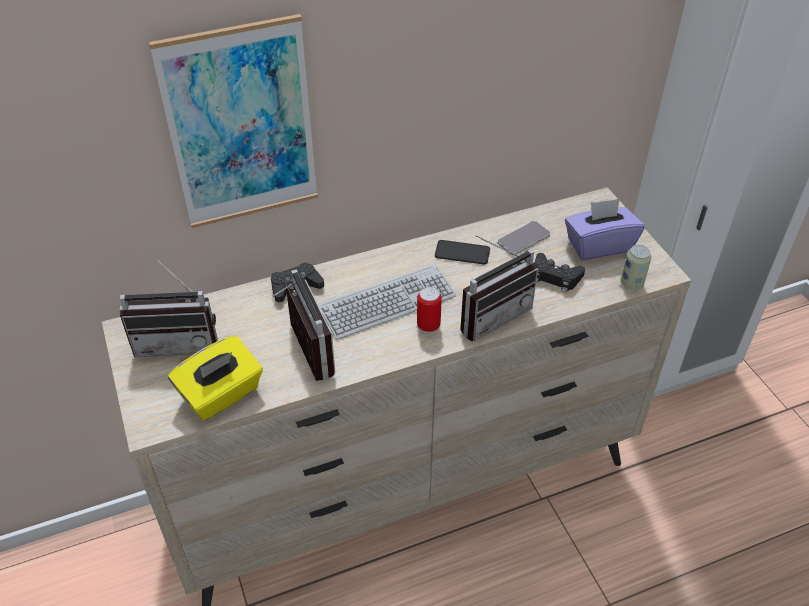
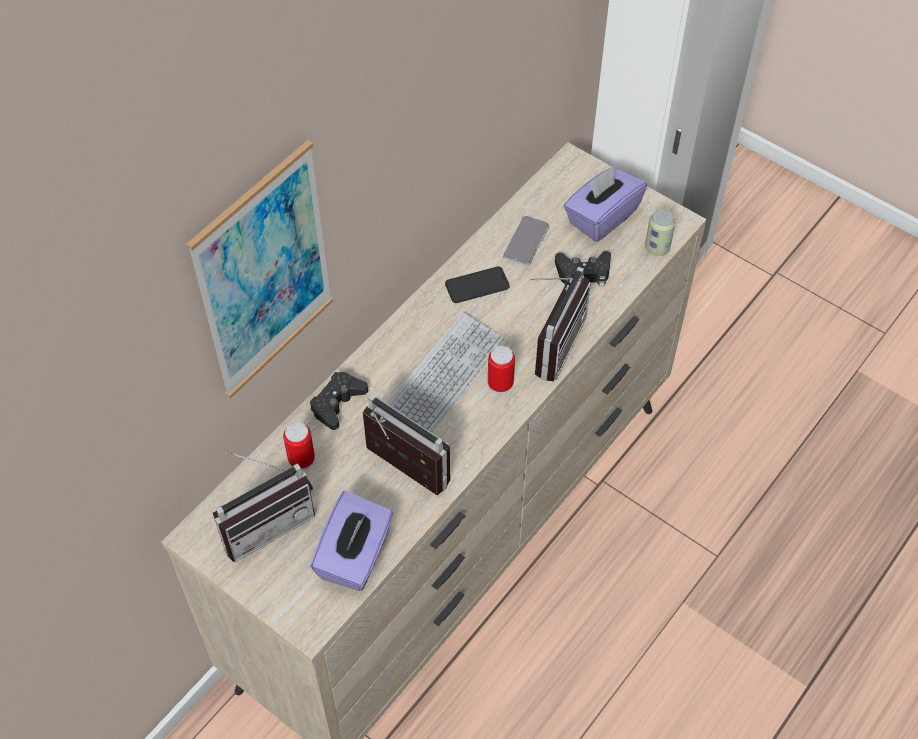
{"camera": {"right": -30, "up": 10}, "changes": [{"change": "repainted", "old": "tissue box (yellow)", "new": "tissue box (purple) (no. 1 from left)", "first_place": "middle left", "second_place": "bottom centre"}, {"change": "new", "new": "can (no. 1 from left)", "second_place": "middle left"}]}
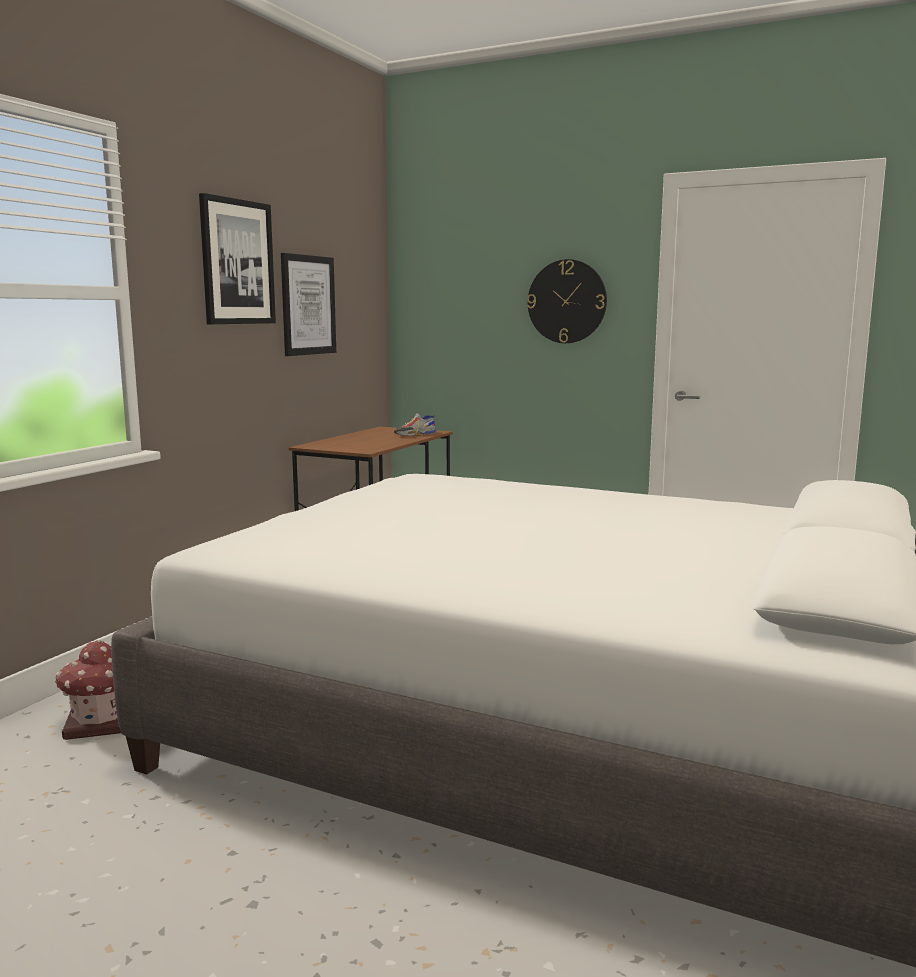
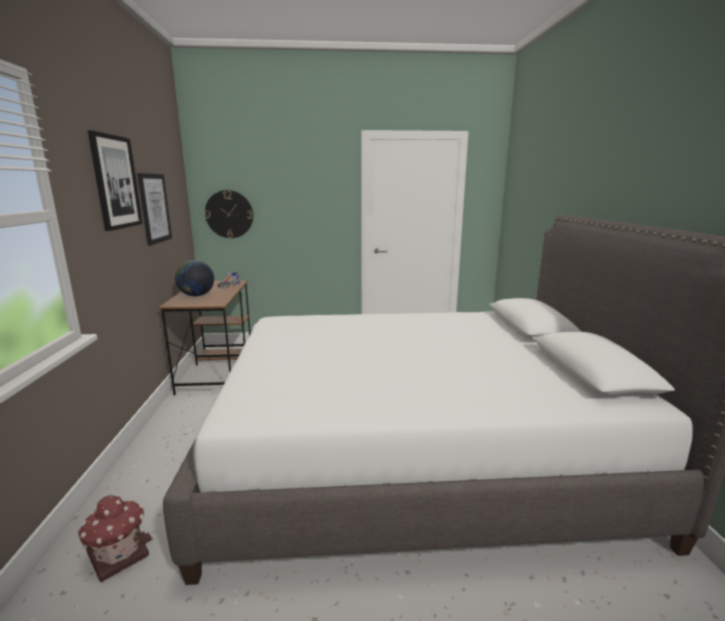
{"camera": {"right": -30, "up": 5}, "changes": [{"change": "shifted", "old": "wall clock", "first_place": "top centre", "second_place": "middle left"}, {"change": "new", "new": "globe", "second_place": "middle left"}]}
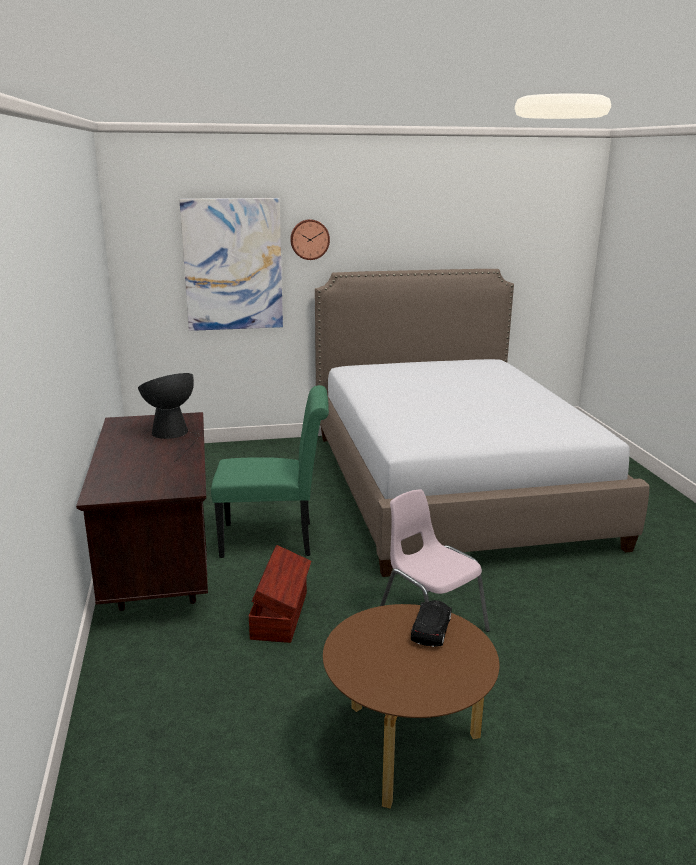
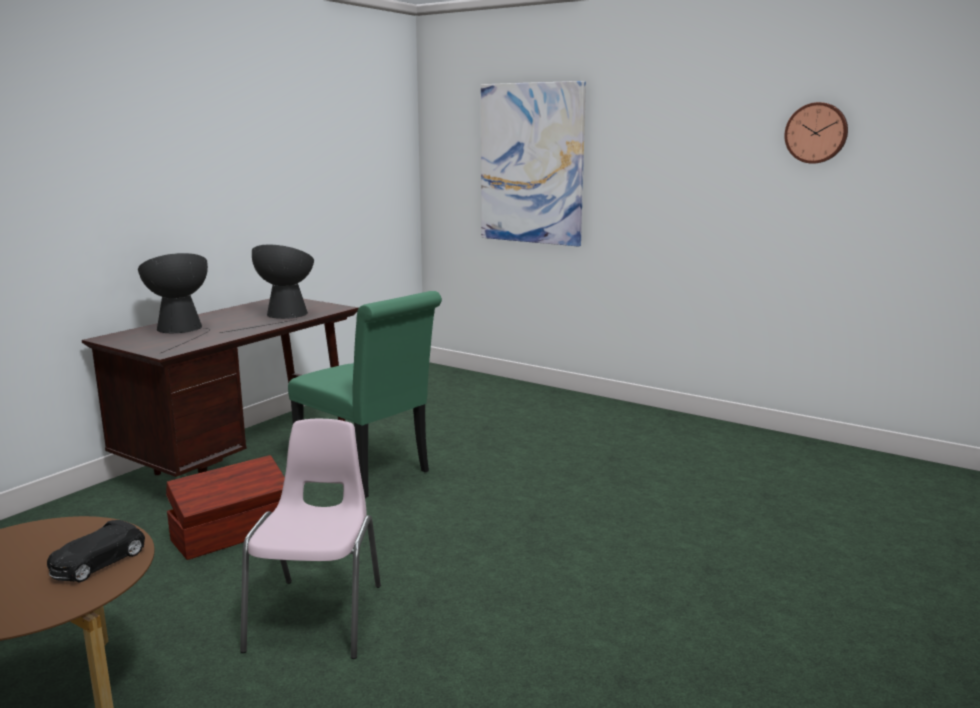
{"camera": {"right": 45, "up": -5}, "changes": [{"change": "shifted", "old": "wall clock", "first_place": "top centre", "second_place": "top right"}, {"change": "gone", "old": "bed", "first_place": "middle right"}, {"change": "rotated", "old": "toy car (black)", "first_place": "bottom centre", "second_place": "bottom left", "degrees": 150}, {"change": "new", "new": "table lamp (no. 1 from left)", "second_place": "middle left"}]}
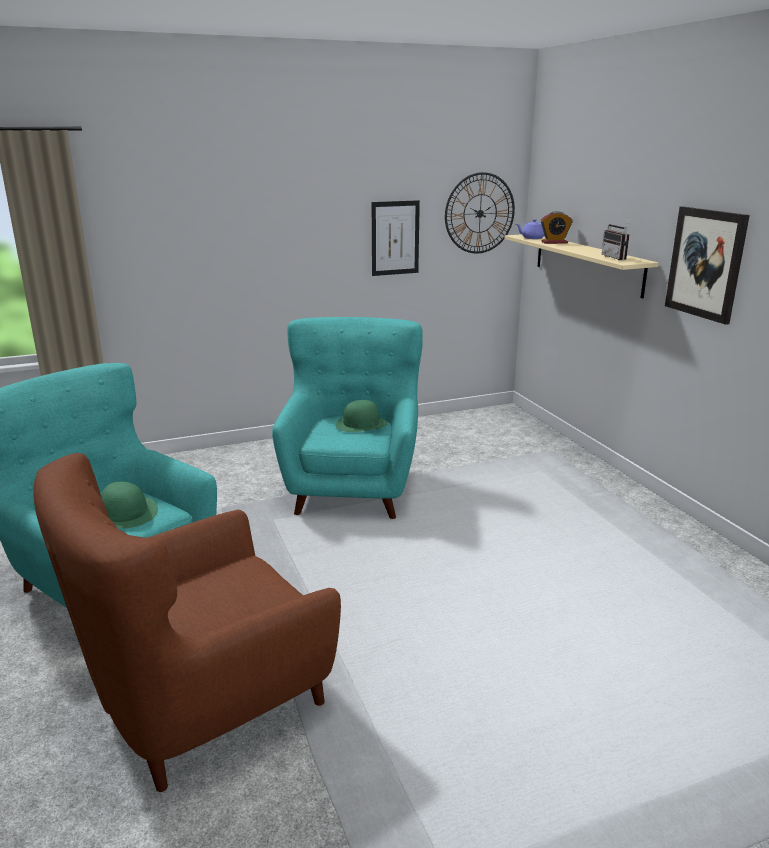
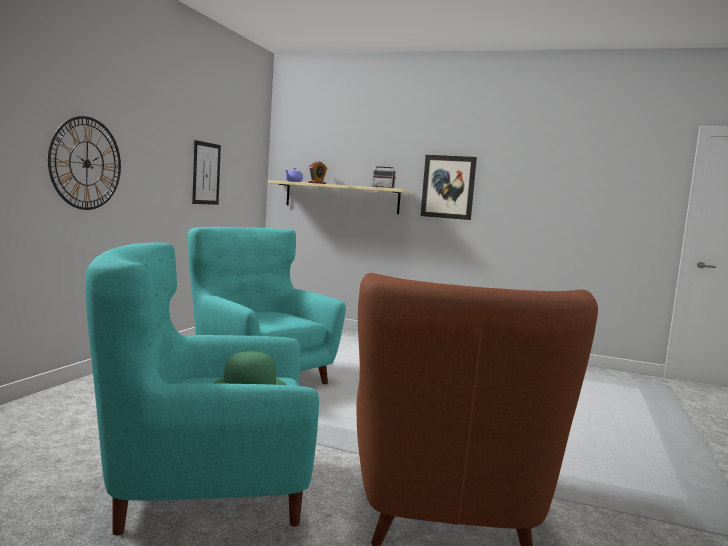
{"camera": {"right": -50, "up": -15}, "changes": [{"change": "shifted", "old": "wall clock", "first_place": "top centre", "second_place": "top left"}, {"change": "gone", "old": "hat (green) (no. 2 from left)", "first_place": "centre"}]}
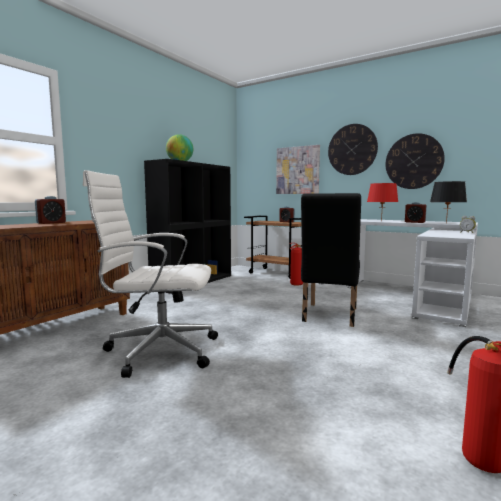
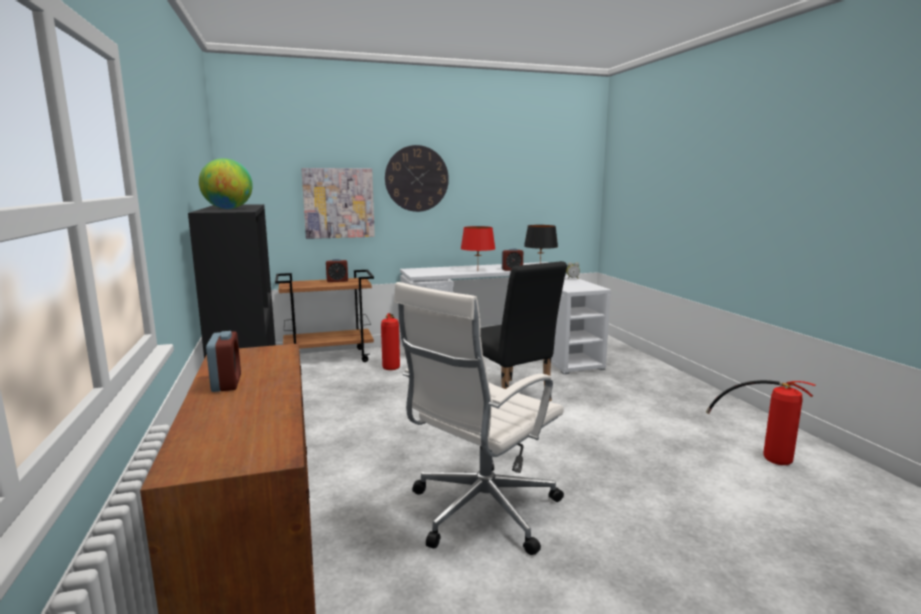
{"camera": {"right": -50, "up": 5}, "changes": [{"change": "gone", "old": "wall clock (no. 2 from left)", "first_place": "top right"}]}
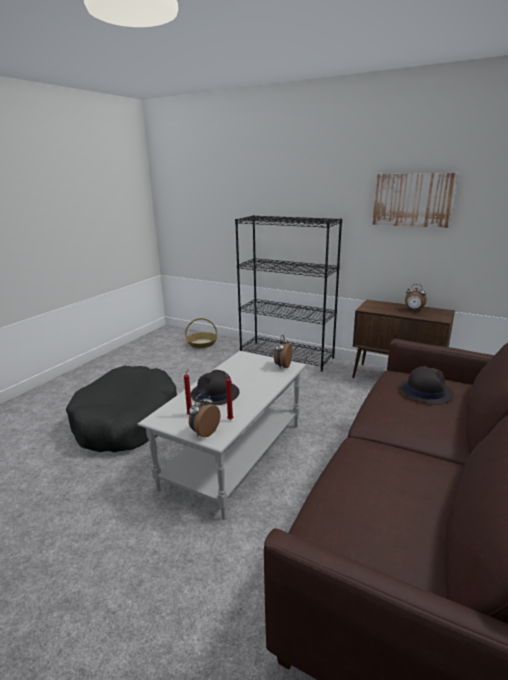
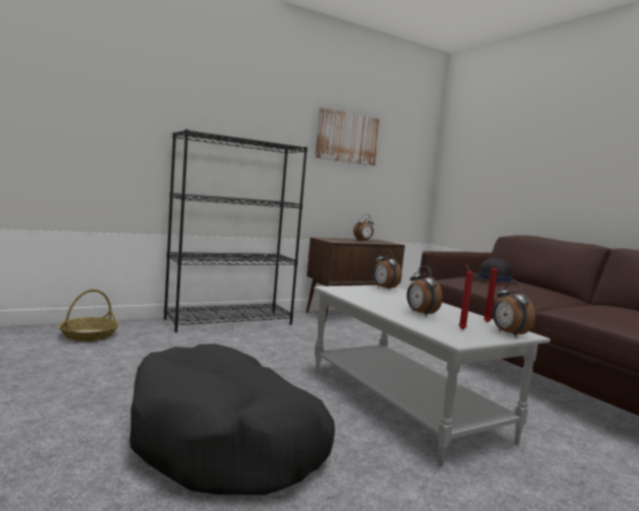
{"camera": {"right": -60, "up": -15}, "changes": [{"change": "swapped", "old": "hat (black) (no. 1 from left)", "new": "alarm clock (no. 3 from left)", "first_place": "centre", "second_place": "centre"}]}
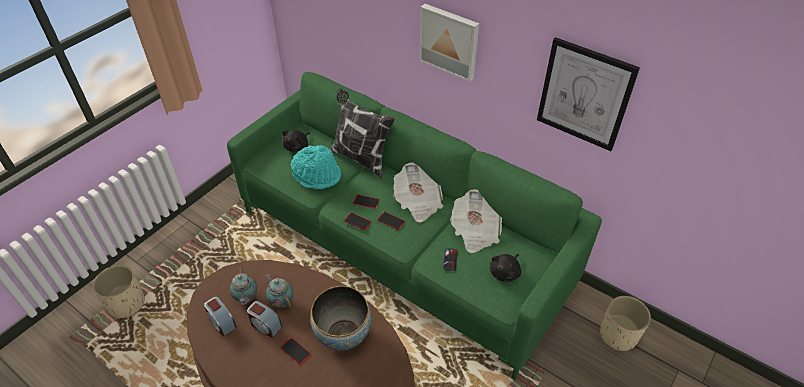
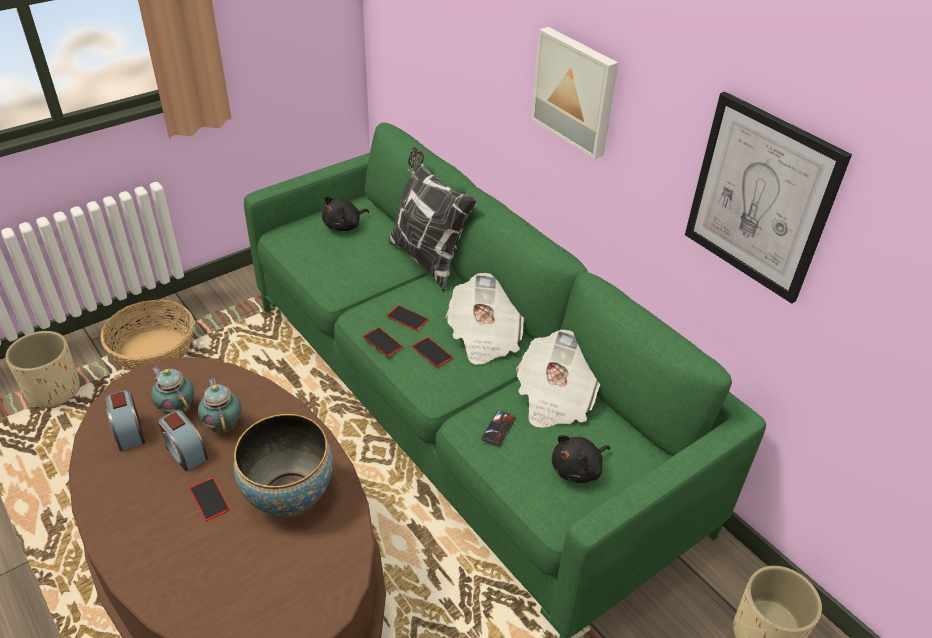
{"camera": {"right": 15, "up": -5}, "changes": [{"change": "gone", "old": "hat (turquoise)", "first_place": "centre"}, {"change": "rotated", "old": "teapot (no. 1 from left)", "first_place": "bottom left", "second_place": "middle left", "degrees": 135}, {"change": "new", "new": "basket", "second_place": "middle left"}]}
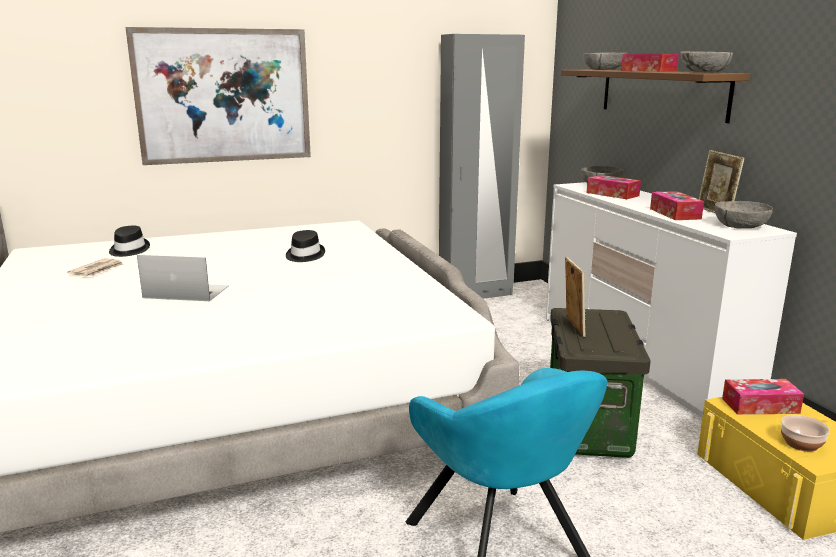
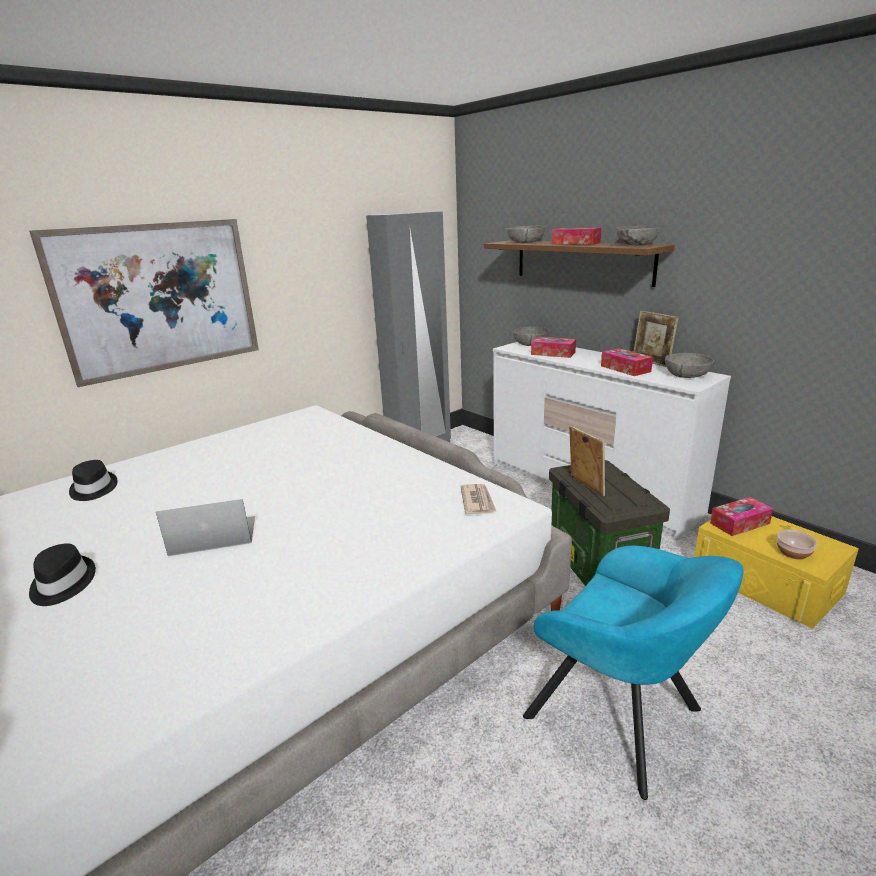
{"camera": {"right": -20, "up": 5}, "changes": [{"change": "shifted", "old": "hat (black) (no. 2 from left in the first image)", "new": "hat (black) (no. 1 from left)", "first_place": "centre", "second_place": "middle left"}, {"change": "shifted", "old": "newspaper", "first_place": "middle left", "second_place": "centre"}]}
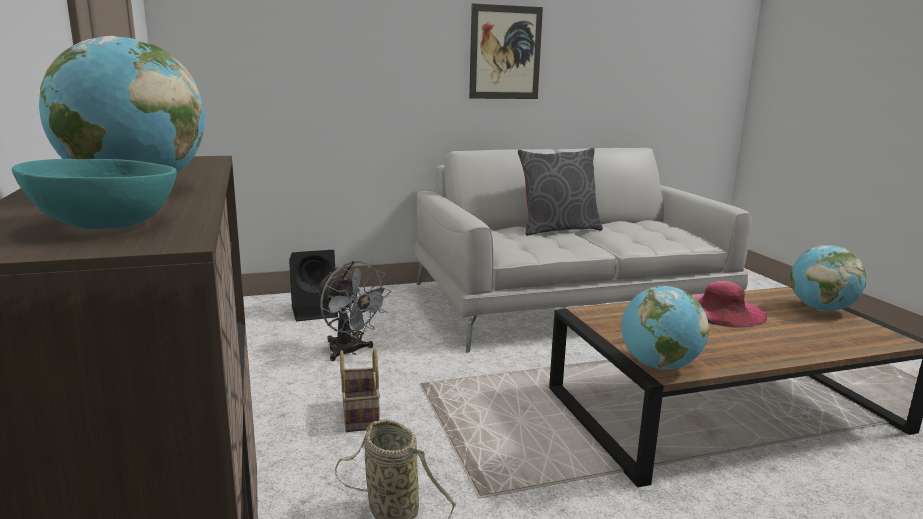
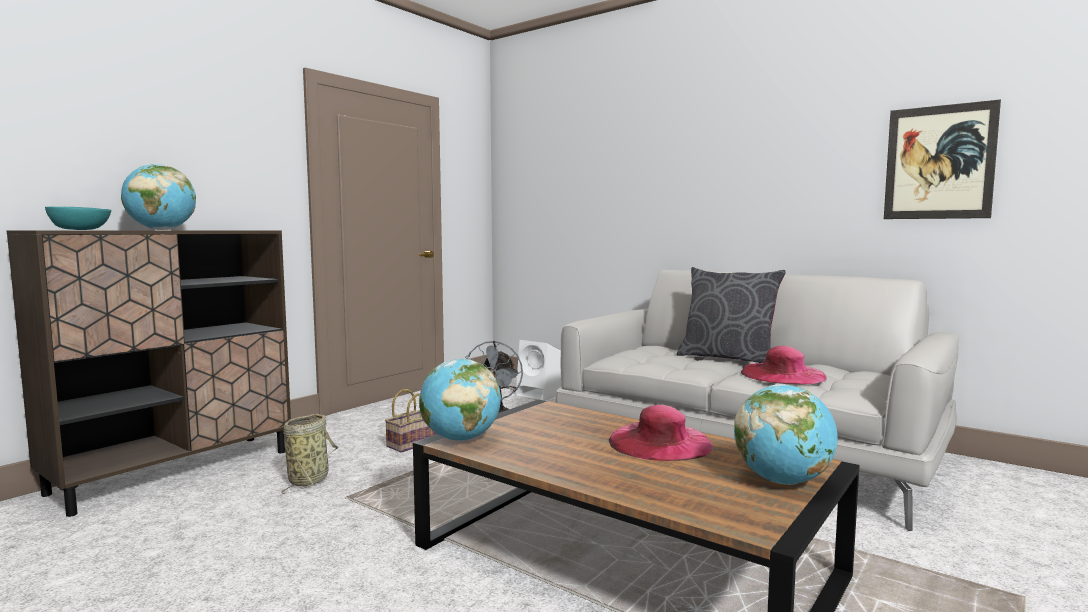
{"camera": {"right": 55, "up": -10}, "changes": [{"change": "shifted", "old": "picture", "first_place": "top centre", "second_place": "top right"}, {"change": "repainted", "old": "speaker (black)", "new": "speaker (white)", "first_place": "centre", "second_place": "centre"}, {"change": "new", "new": "hat (pink) (no. 2 from left)", "second_place": "middle right"}]}
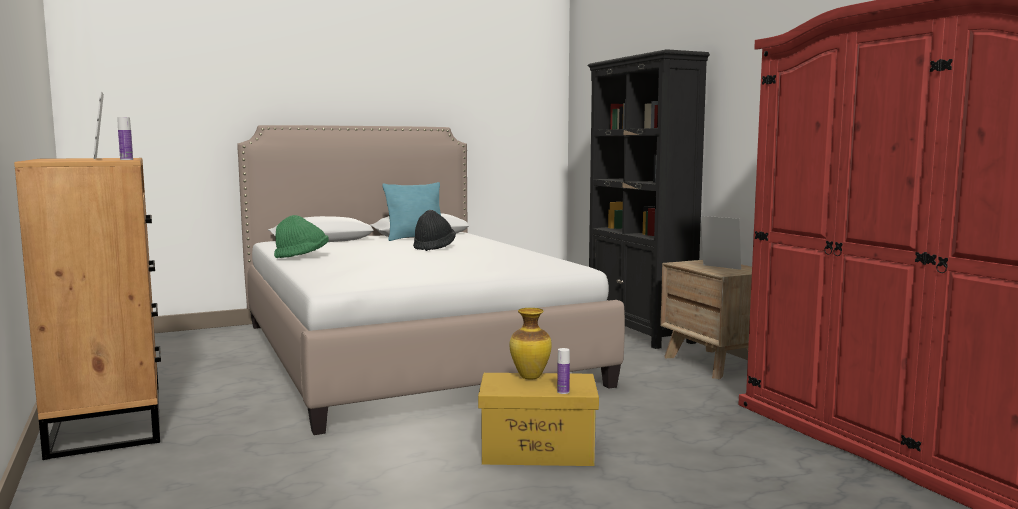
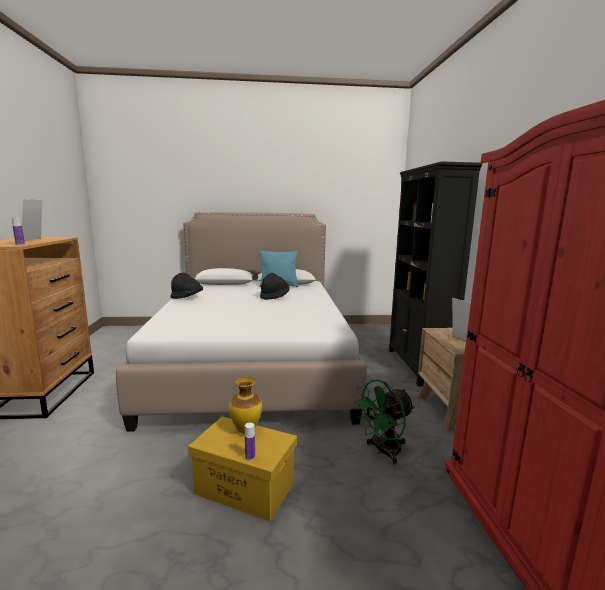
{"camera": {"right": 20, "up": 5}, "changes": [{"change": "repainted", "old": "hat (green)", "new": "hat (black) (no. 1 from left)", "first_place": "middle left", "second_place": "middle left"}, {"change": "new", "new": "fan (green)", "second_place": "bottom centre"}]}
